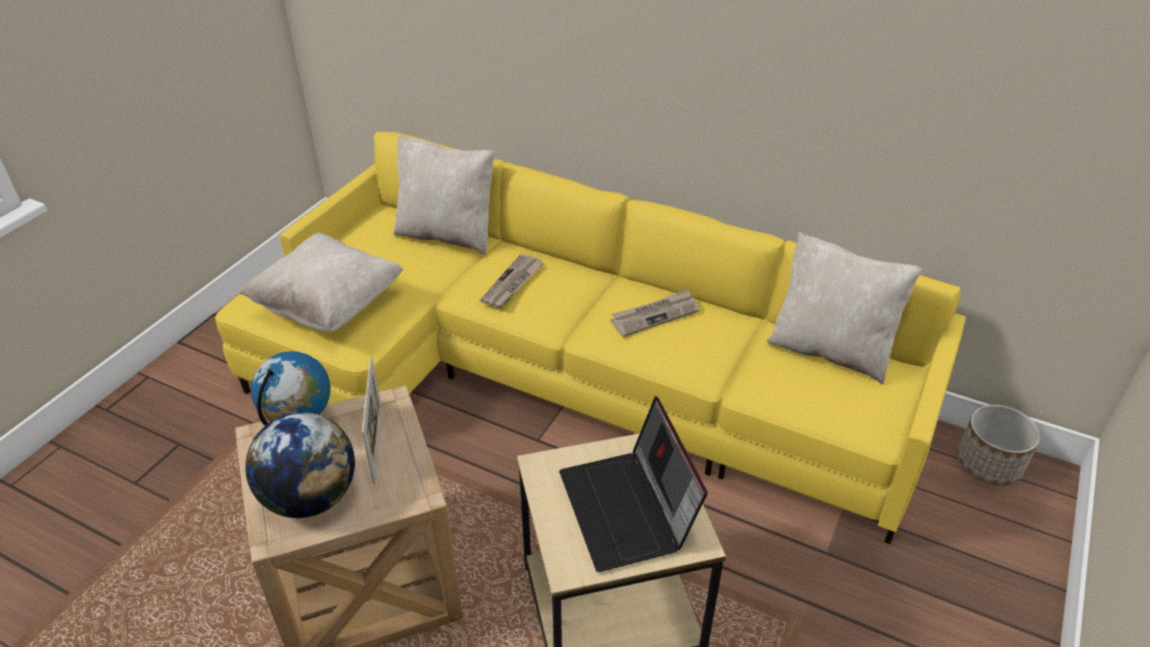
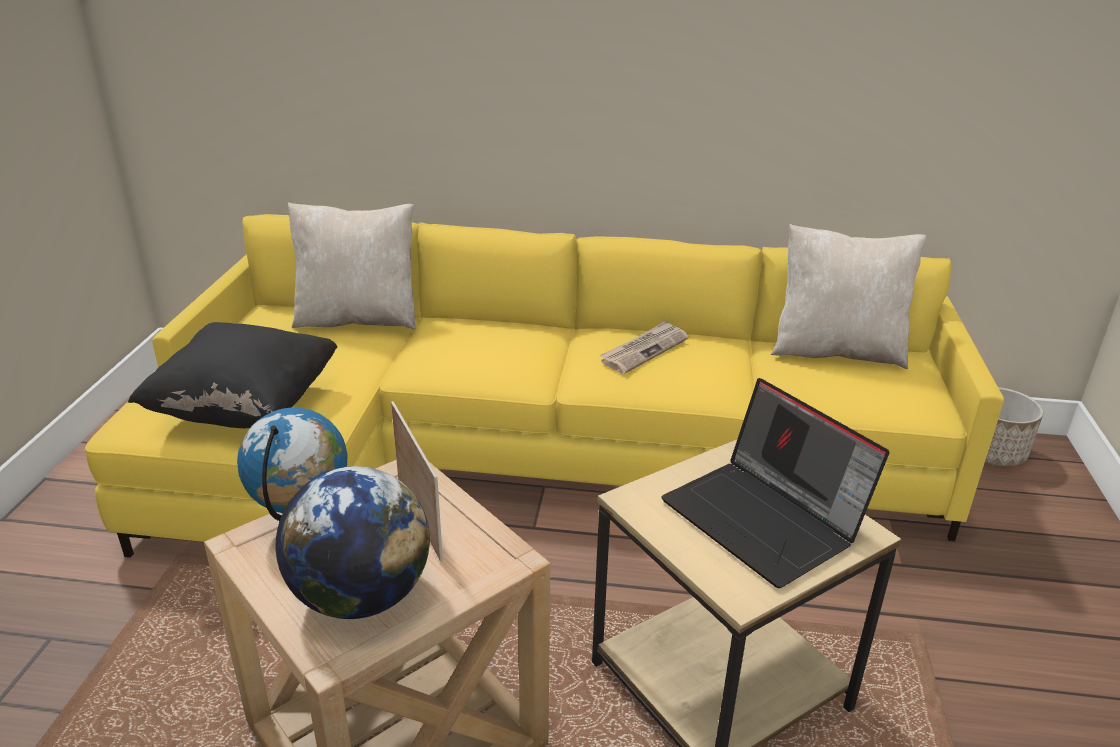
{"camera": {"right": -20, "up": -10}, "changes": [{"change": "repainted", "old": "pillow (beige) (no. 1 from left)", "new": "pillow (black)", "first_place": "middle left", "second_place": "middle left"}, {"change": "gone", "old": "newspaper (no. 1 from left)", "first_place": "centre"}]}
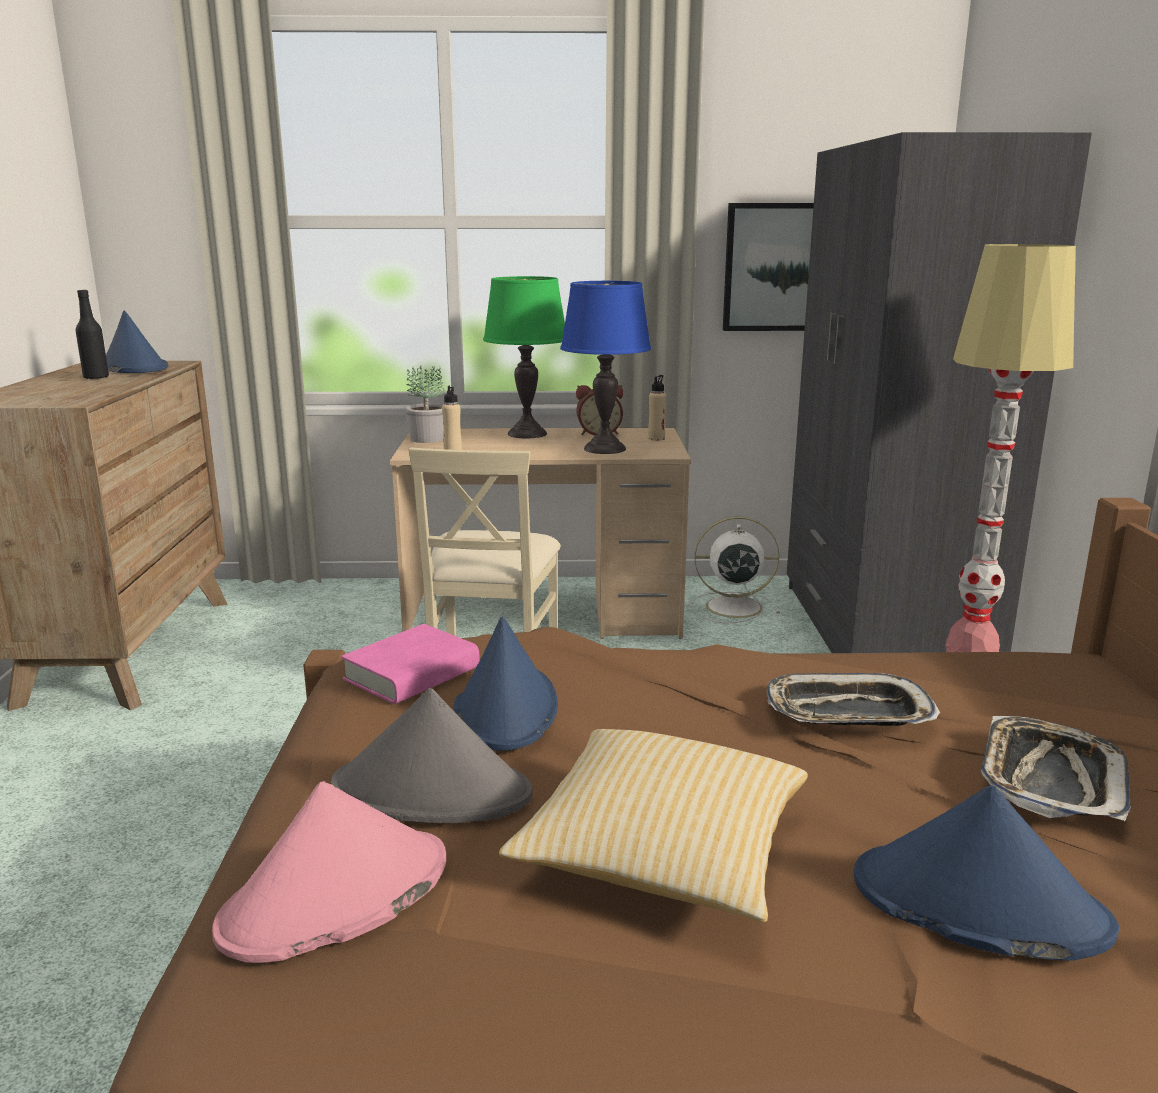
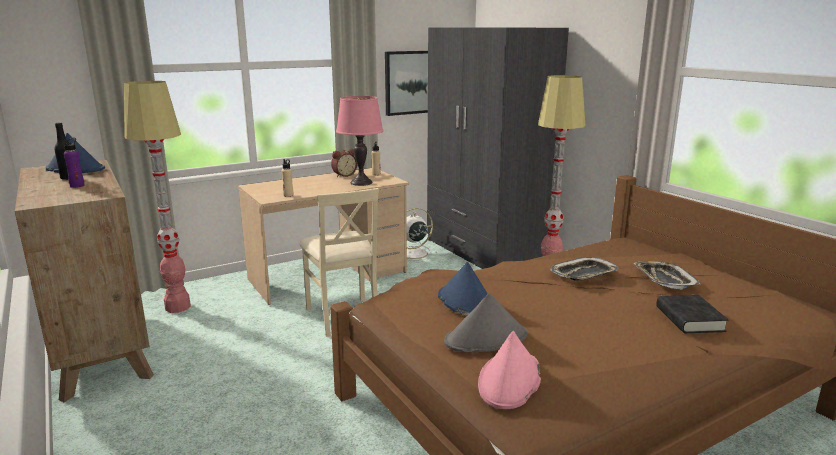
{"camera": {"right": -30, "up": 0}, "changes": [{"change": "gone", "old": "table lamp (green)", "first_place": "top centre"}, {"change": "repainted", "old": "table lamp (blue)", "new": "table lamp (pink)", "first_place": "centre", "second_place": "top centre"}, {"change": "gone", "old": "potted plant", "first_place": "centre"}, {"change": "gone", "old": "book (pink)", "first_place": "centre"}, {"change": "gone", "old": "pillow", "first_place": "bottom centre"}, {"change": "swapped", "old": "hat (blue) (no. 3 from left)", "new": "book (black)", "first_place": "bottom right", "second_place": "bottom right"}, {"change": "new", "new": "floor lamp (no. 1 from left)", "second_place": "middle left"}, {"change": "new", "new": "bottle (purple)", "second_place": "middle left"}]}
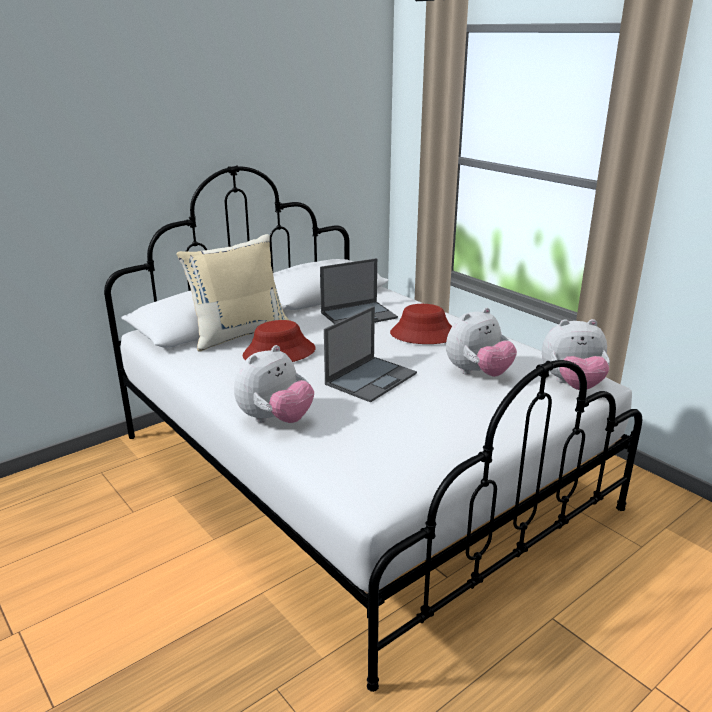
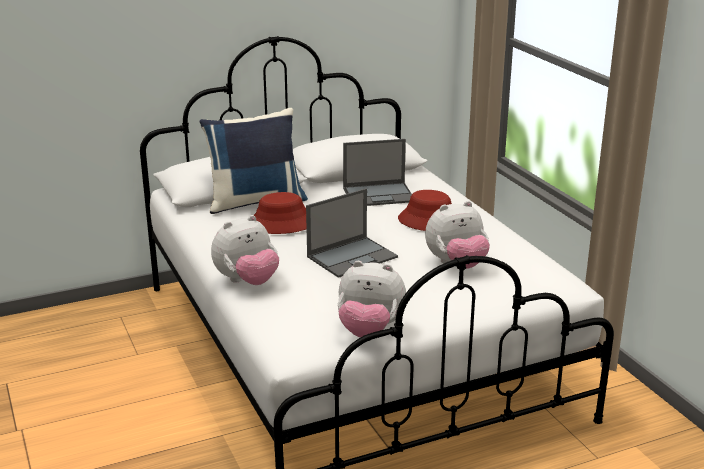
{"camera": {"right": 15, "up": 0}, "changes": [{"change": "repainted", "old": "pillow (beige)", "new": "pillow (blue)", "first_place": "middle left", "second_place": "centre"}, {"change": "shifted", "old": "plush toy (no. 3 from left in the first image)", "new": "plush toy (no. 2 from left)", "first_place": "middle right", "second_place": "centre"}]}
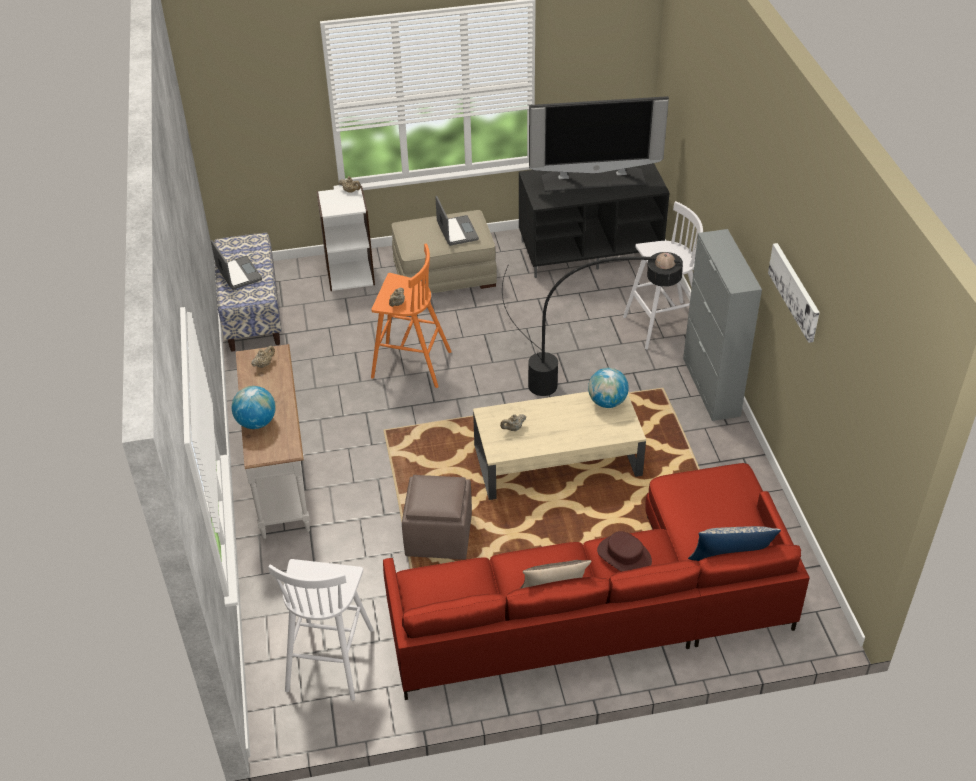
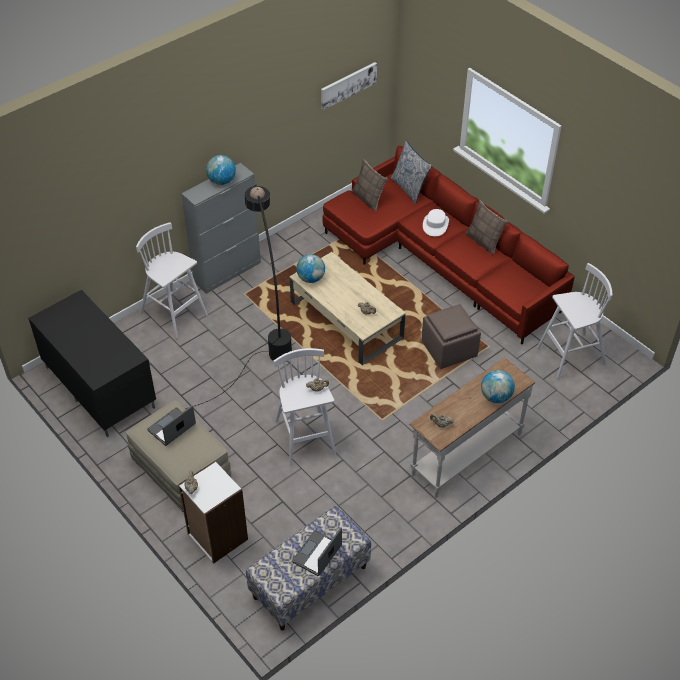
{"camera": {"right": -120, "up": 5}, "changes": [{"change": "gone", "old": "television", "first_place": "top centre"}, {"change": "shifted", "old": "picture", "first_place": "middle right", "second_place": "top centre"}, {"change": "repainted", "old": "stool (orange)", "new": "stool (white) (no. 2 from left)", "first_place": "centre", "second_place": "centre"}, {"change": "repainted", "old": "hat (brown)", "new": "hat (white)", "first_place": "bottom centre", "second_place": "top centre"}, {"change": "new", "new": "globe (no. 1 from left)", "second_place": "top left"}, {"change": "new", "new": "pillow (no. 1 from left)", "second_place": "top centre"}]}
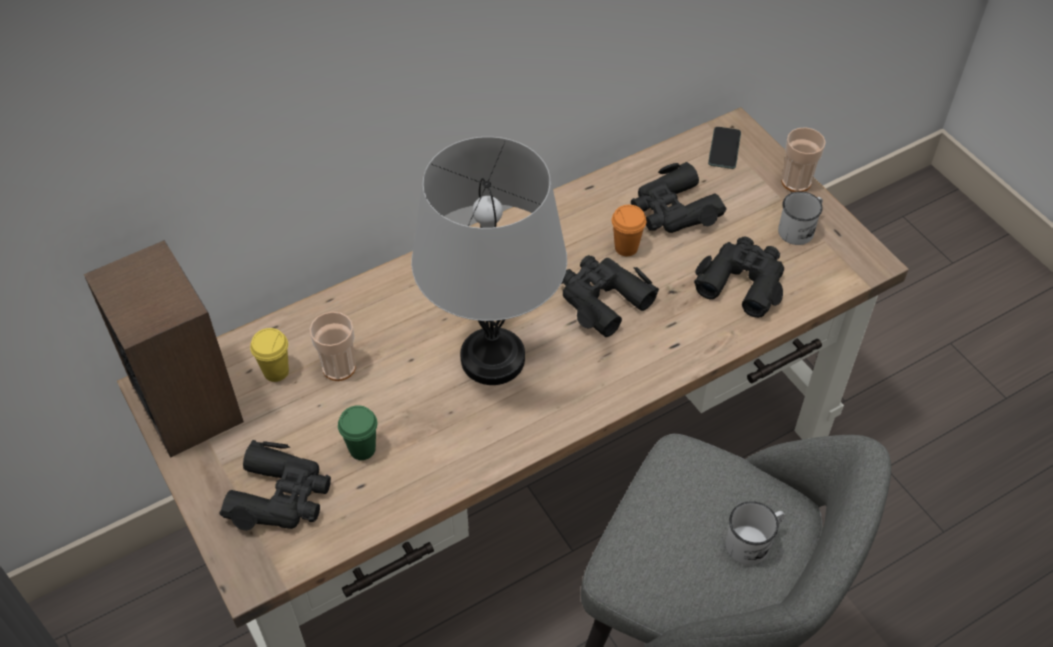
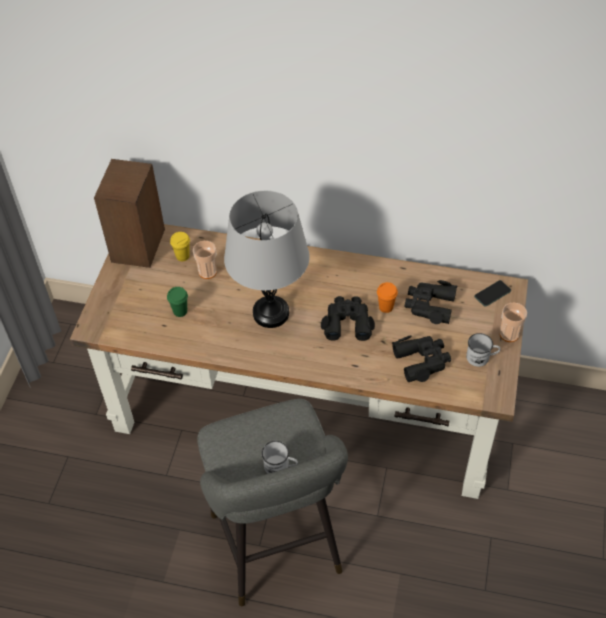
{"camera": {"right": 45, "up": 0}, "changes": [{"change": "gone", "old": "binoculars (black) (no. 1 from left)", "first_place": "bottom left"}]}
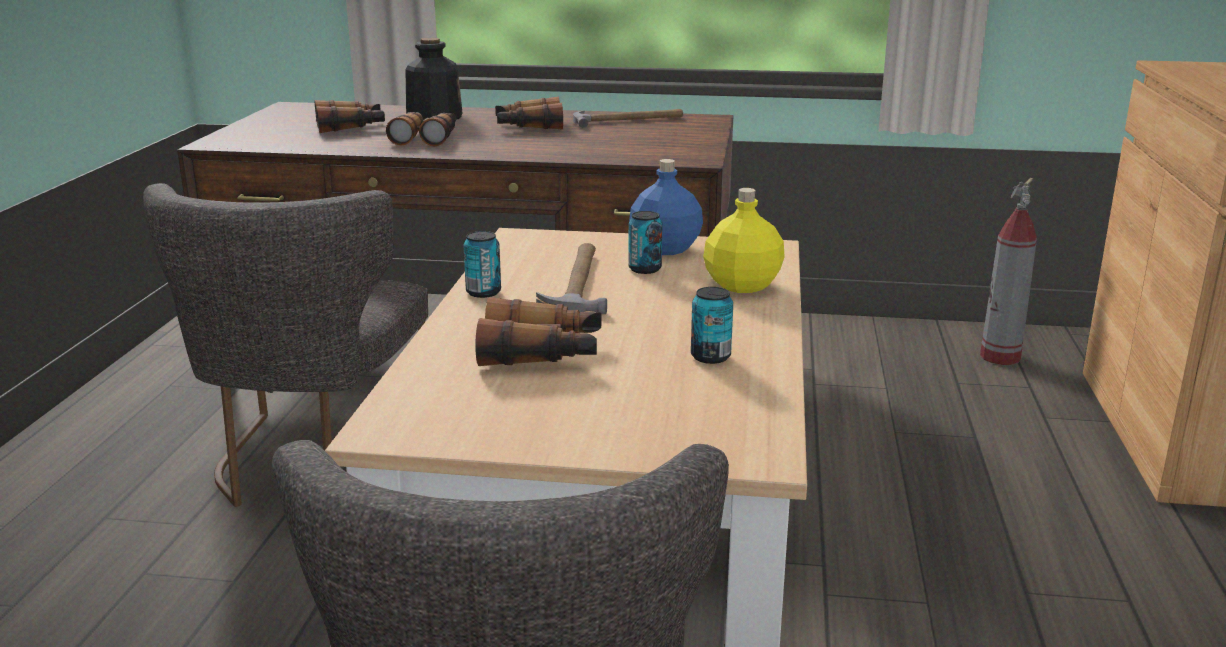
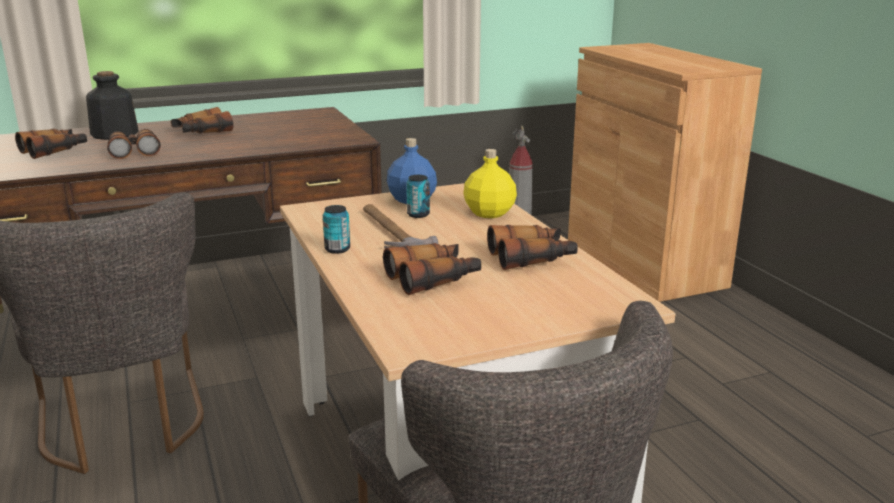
{"camera": {"right": -30, "up": 0}, "changes": [{"change": "gone", "old": "hammer (no. 2 from left)", "first_place": "top centre"}, {"change": "swapped", "old": "can (no. 3 from left)", "new": "binoculars (no. 5 from left)", "first_place": "centre", "second_place": "centre"}]}
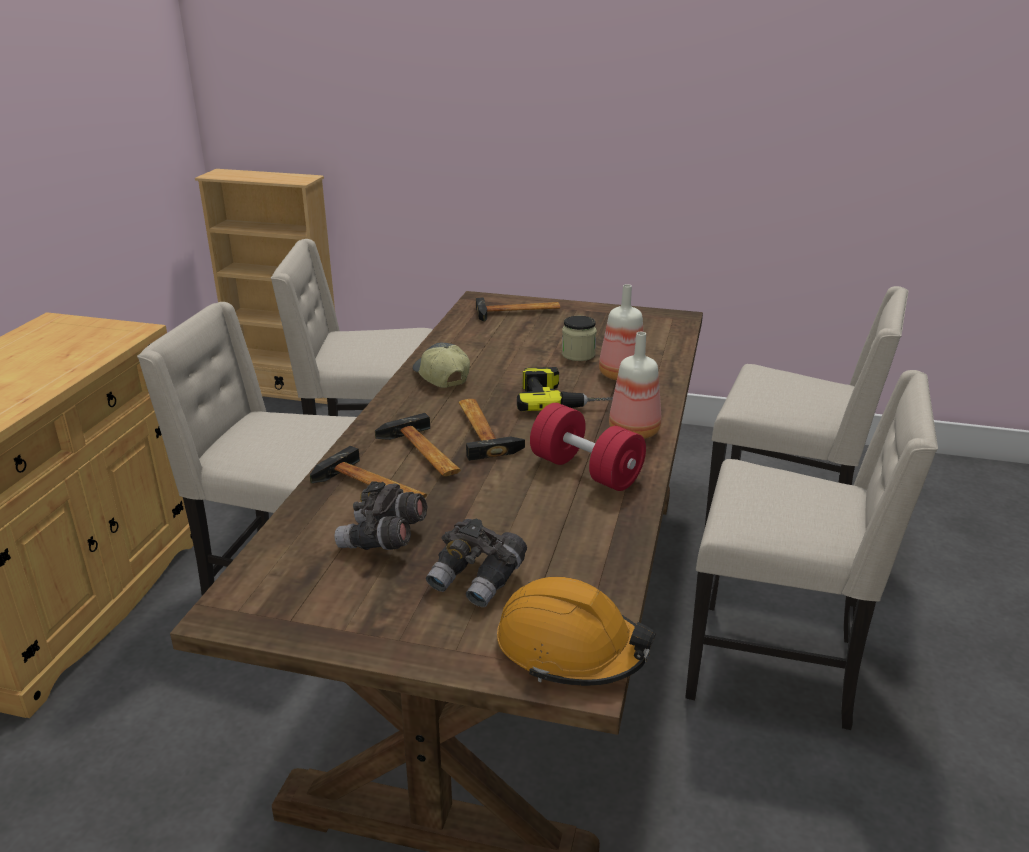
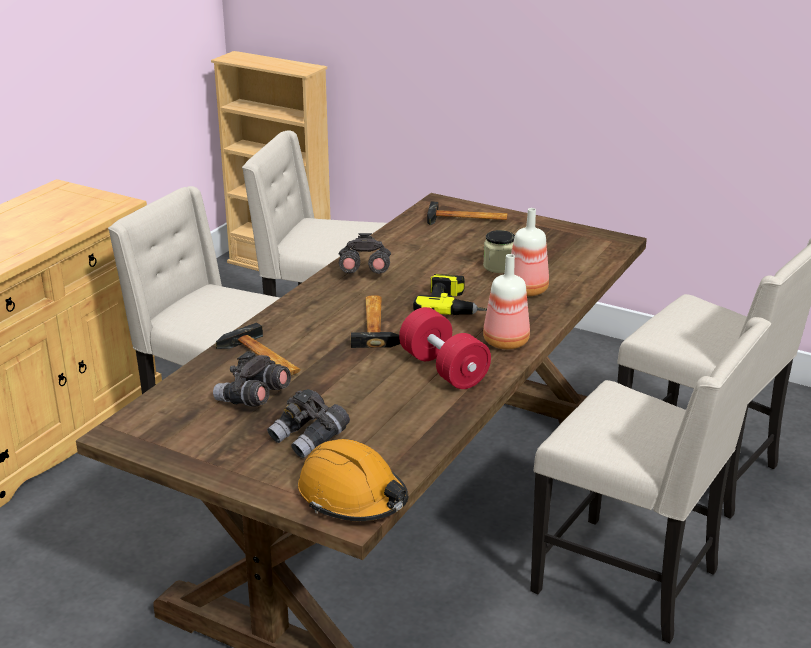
{"camera": {"right": 15, "up": 0}, "changes": [{"change": "swapped", "old": "cap", "new": "binoculars (grey) (no. 3 from left)", "first_place": "centre", "second_place": "centre"}, {"change": "gone", "old": "hammer (no. 2 from left)", "first_place": "centre"}]}
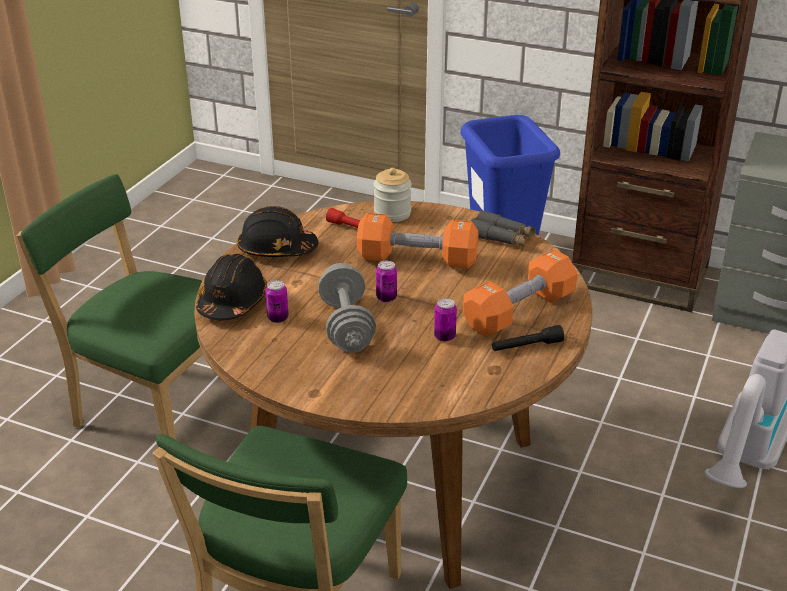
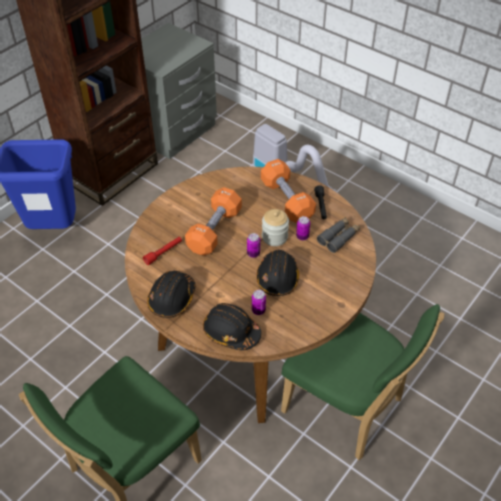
{"camera": {"right": -75, "up": 15}, "changes": [{"change": "shifted", "old": "jar", "first_place": "top centre", "second_place": "centre"}, {"change": "shifted", "old": "binoculars (grey)", "first_place": "centre", "second_place": "middle right"}, {"change": "swapped", "old": "dumbbell (grey)", "new": "hard hat (black) (no. 3 from left)", "first_place": "centre", "second_place": "centre"}]}
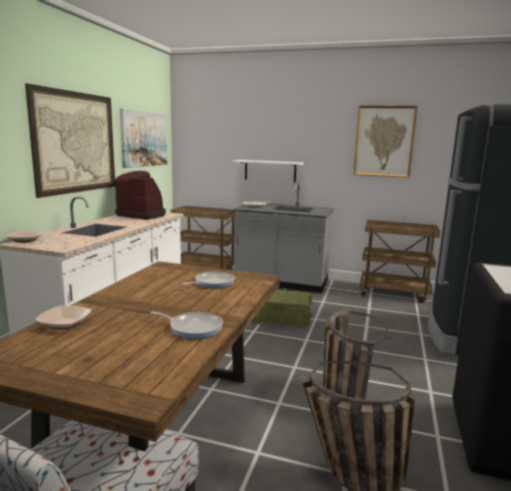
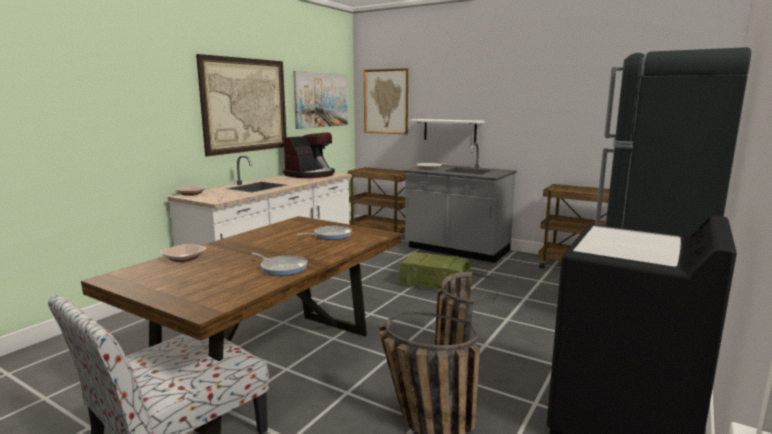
{"camera": {"right": 15, "up": 0}, "changes": [{"change": "shifted", "old": "picture (no. 3 from left)", "first_place": "top right", "second_place": "top centre"}, {"change": "rotated", "old": "coffee machine", "first_place": "middle left", "second_place": "centre", "degrees": 90}]}
